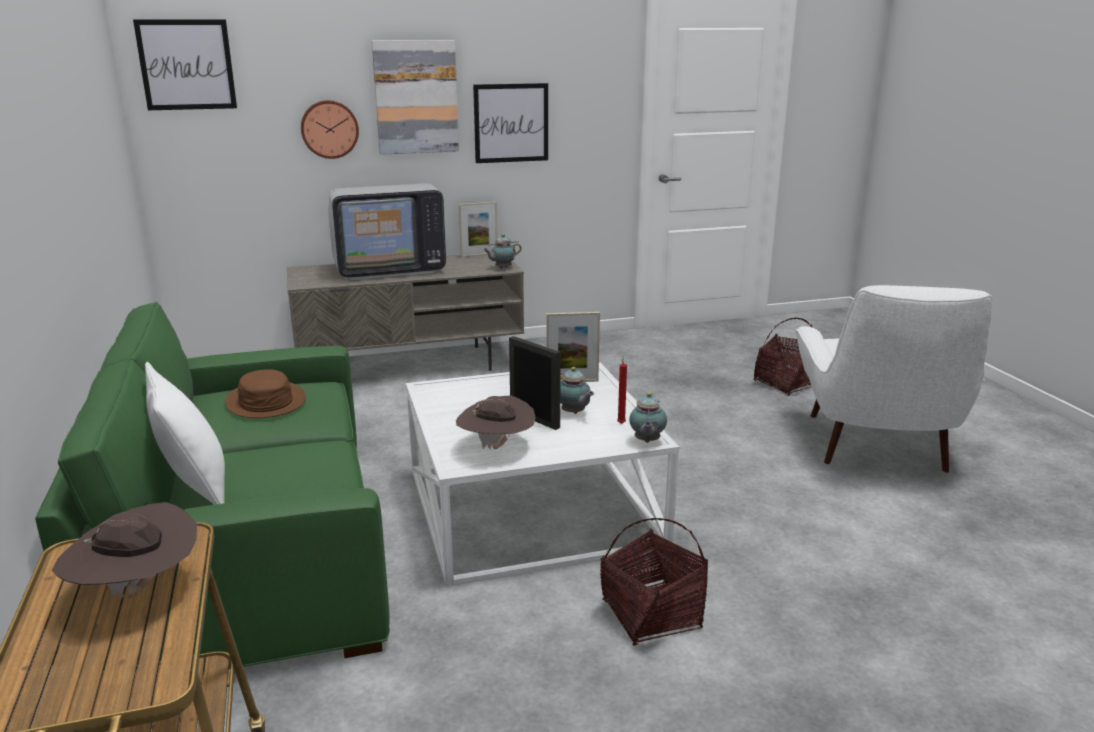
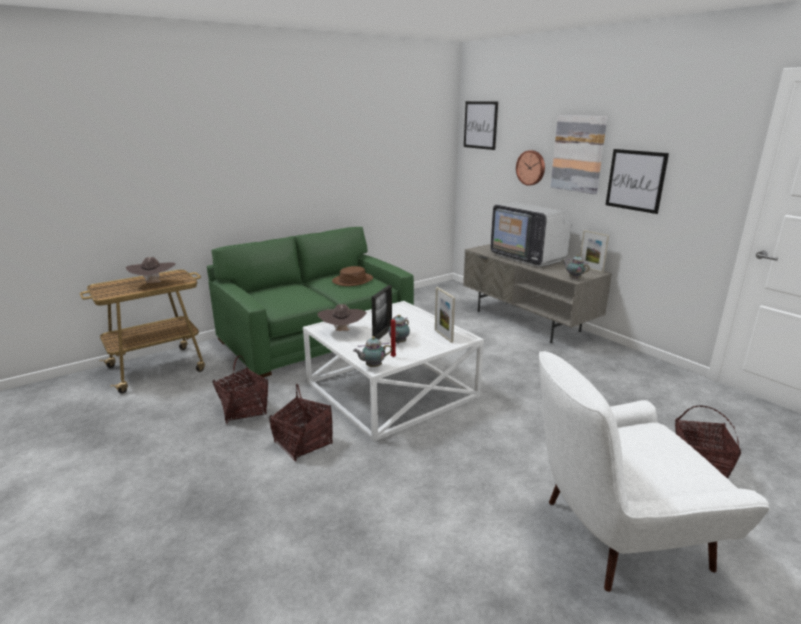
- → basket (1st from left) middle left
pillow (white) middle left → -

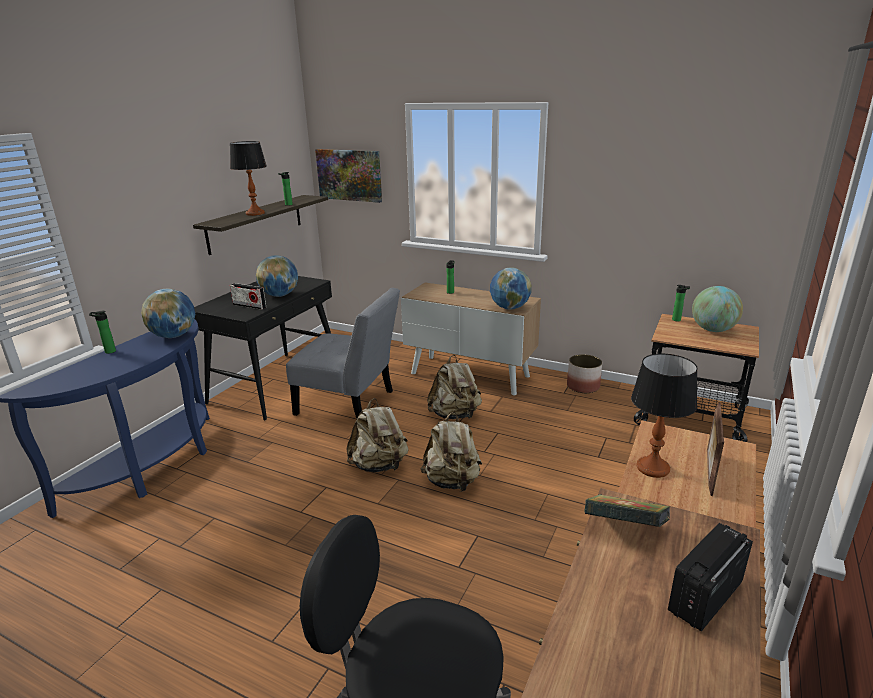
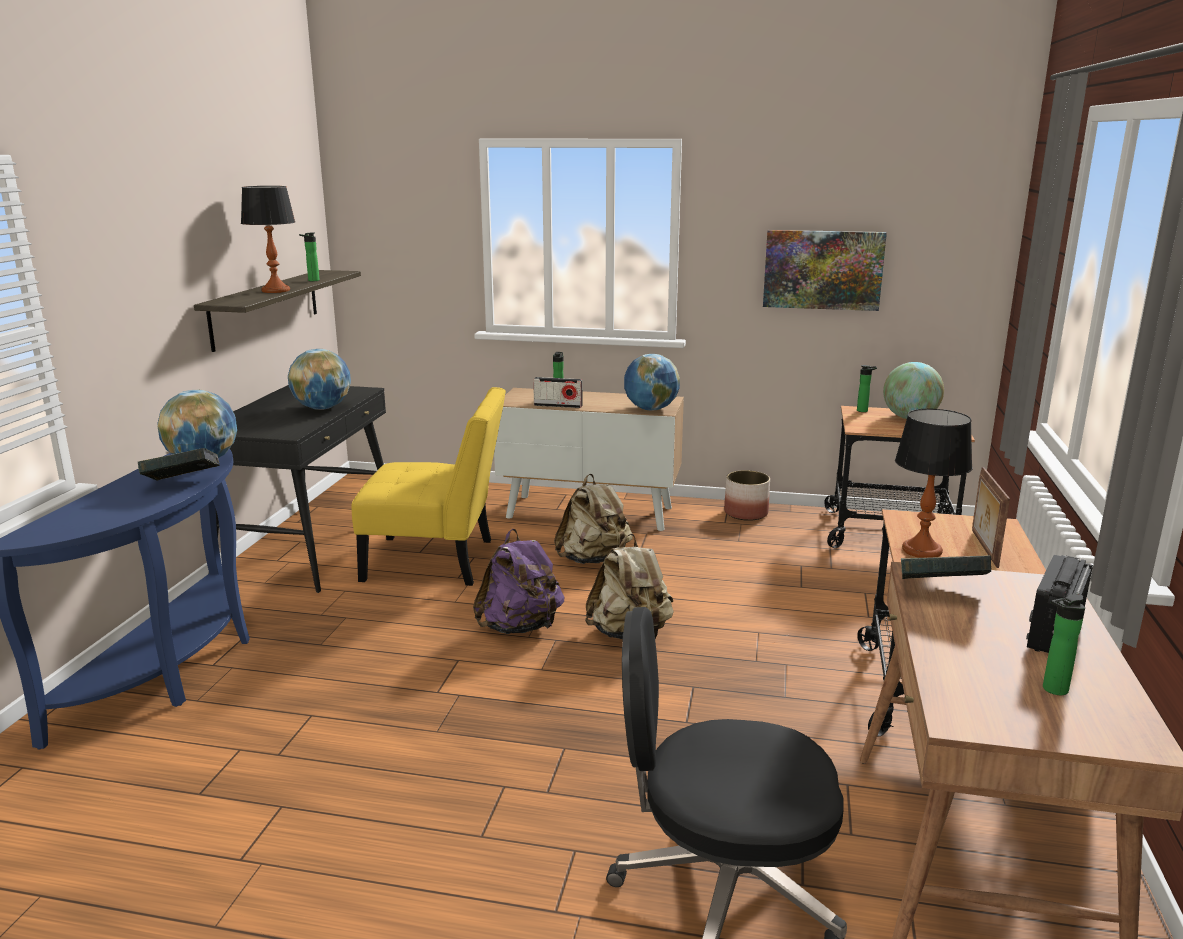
- → book (1st from left) middle left
chair (grey) centre → chair (yellow) centre
backpack (beige) (1st from left) centre → backpack (purple) centre
radio (1st from left) middle left → radio (1st from left) centre, moved
picture top centre → picture top right, moved
bottle (1st from left in the first image) middle left → bottle (4th from left) bottom right, moved

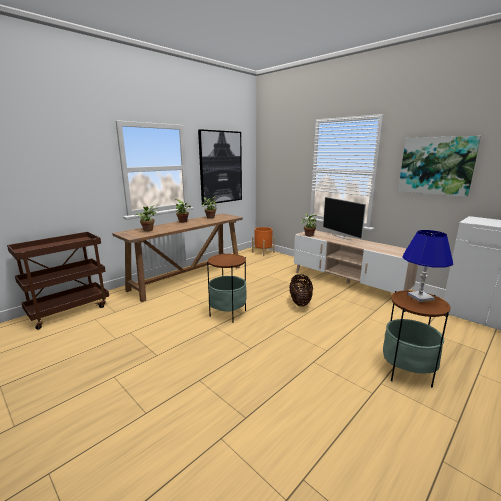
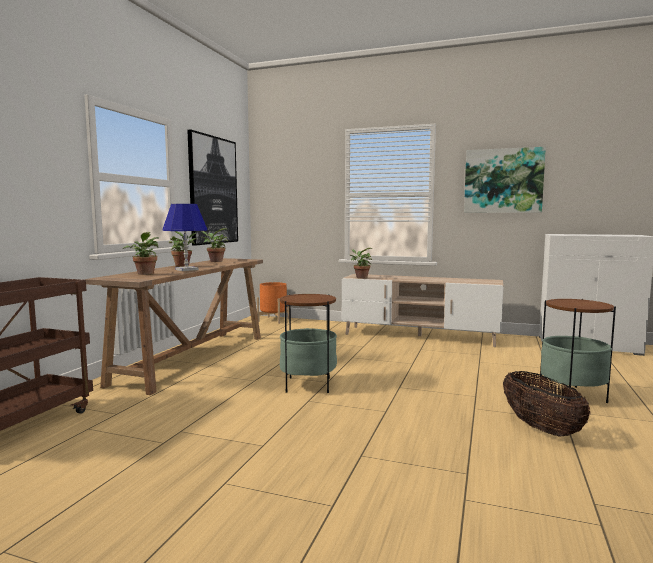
table lamp (blue) middle right → table lamp (blue) middle left, moved
basket centre → basket bottom right, moved
television middle right → -

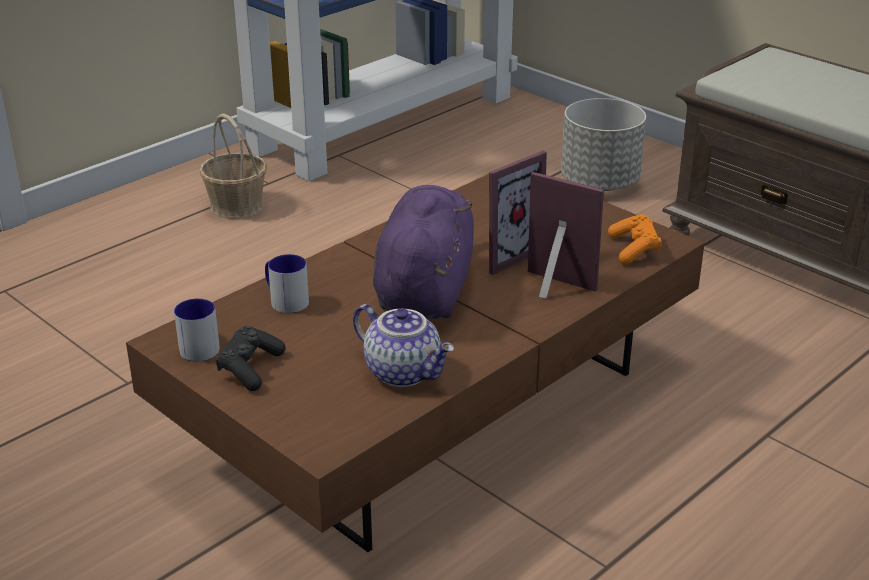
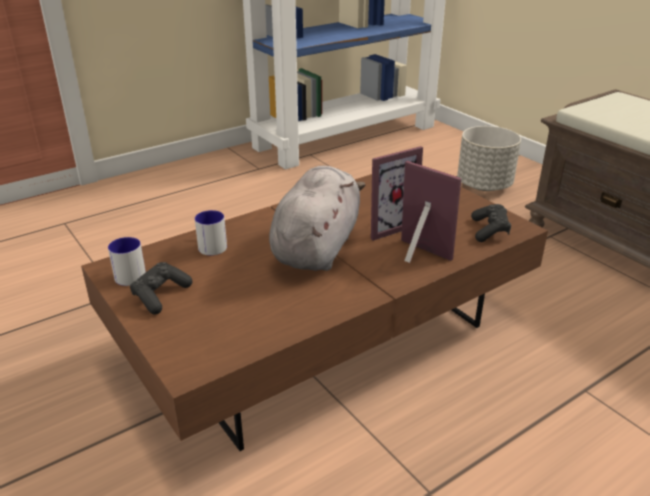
plush toy (purple) centre → plush toy (grey) centre
game controller (orange) middle right → game controller (black) (2nd from left) middle right
basket top left → -
teapot centre → -

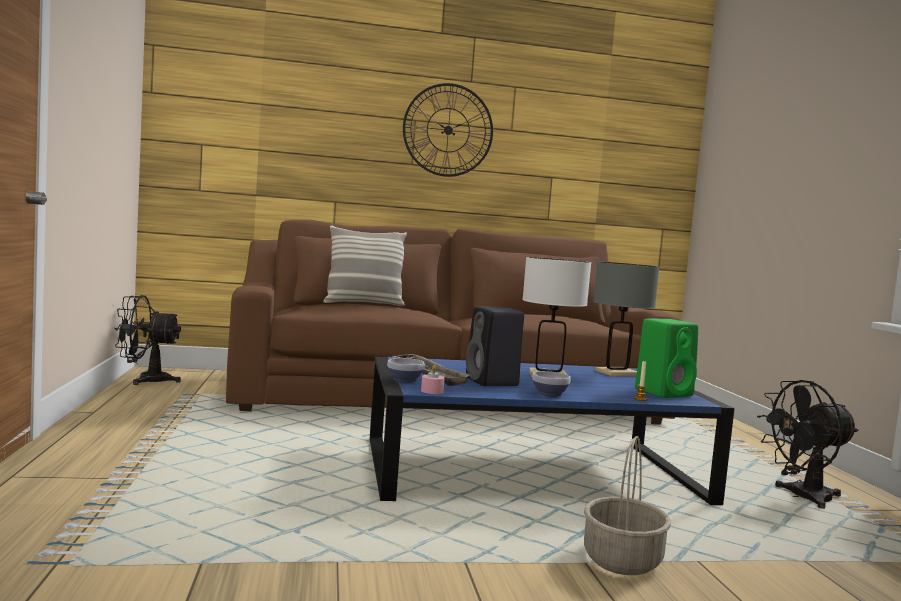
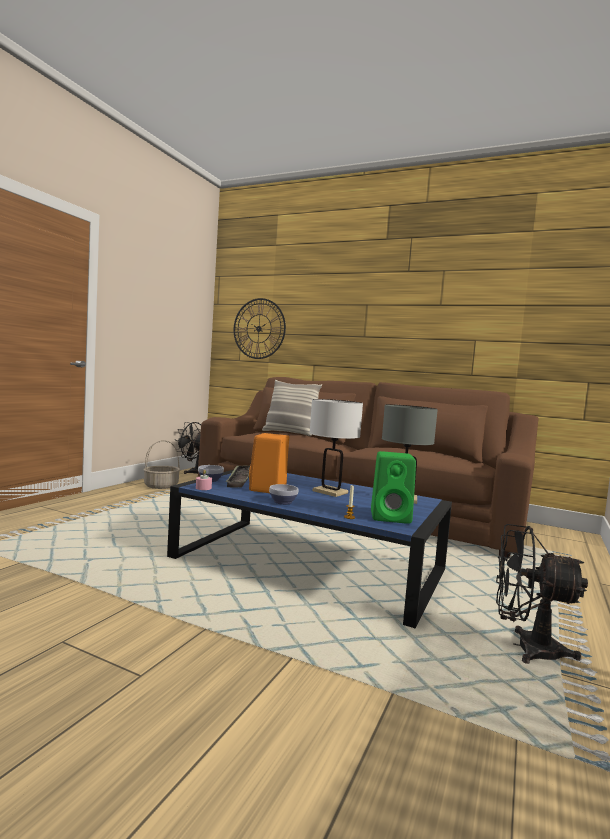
basket bottom right → basket middle left, moved
wall clock top centre → wall clock centre, moved
speaker (black) centre → speaker (orange) centre

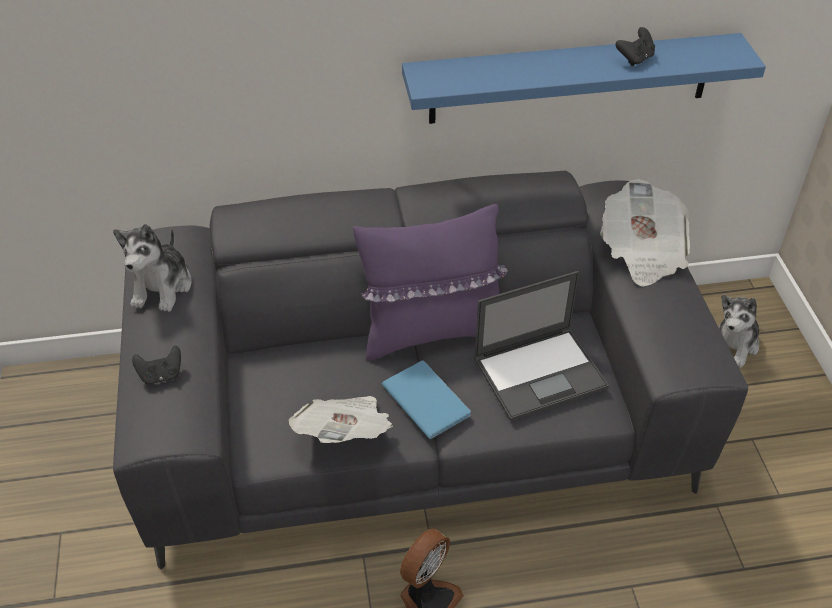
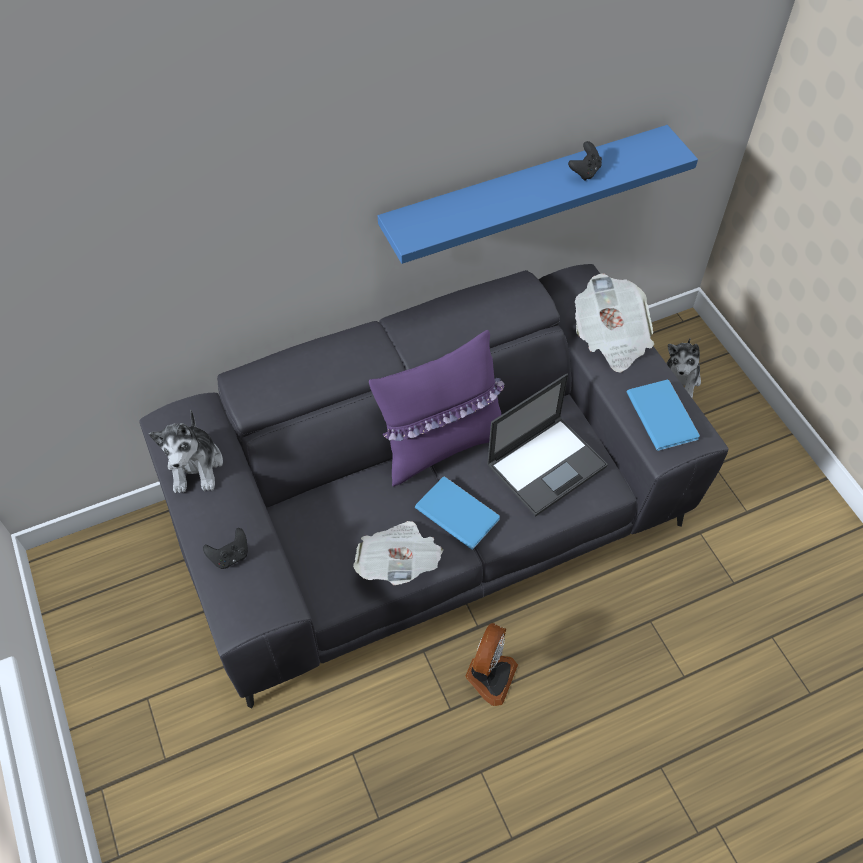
- → book (blue) (2nd from left) middle right

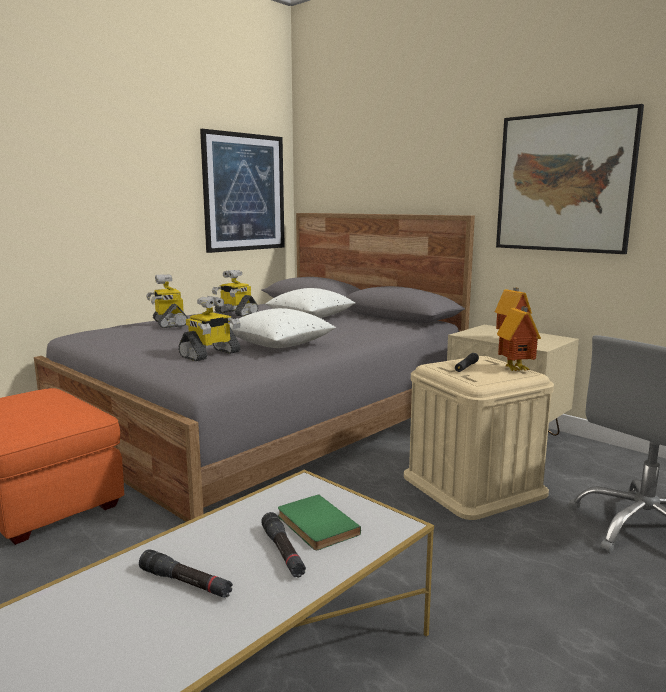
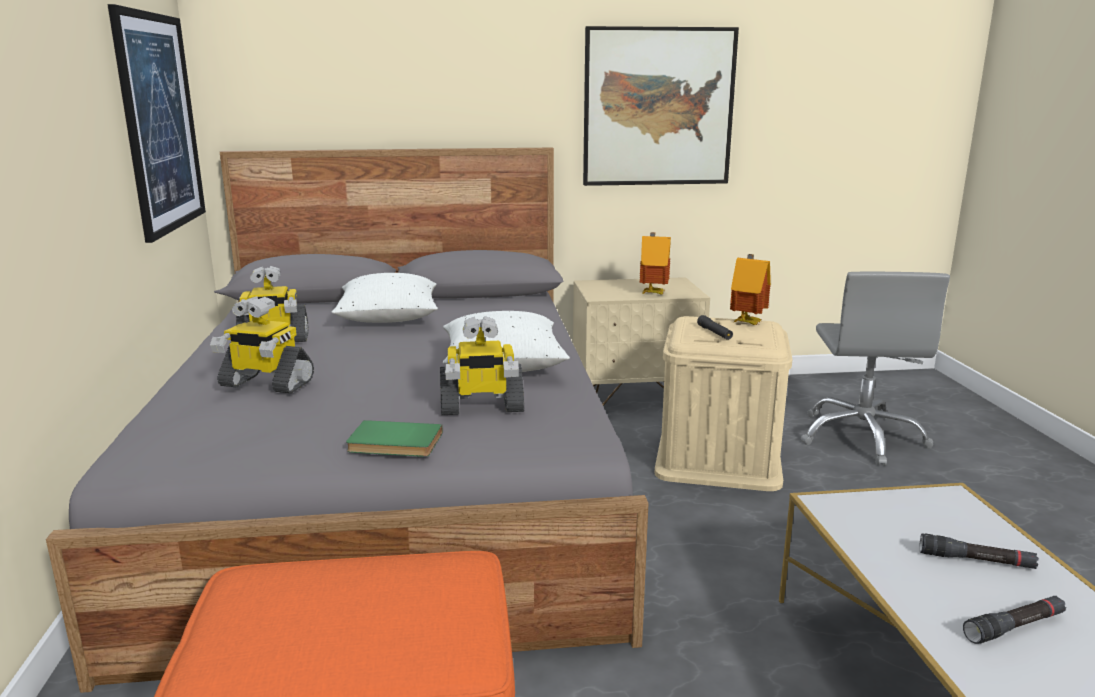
book (green) bottom centre → book (green) centre, moved
toy robot (2nd from left in the first image) middle left → toy robot (3rd from left) centre, 90 degrees clockwise

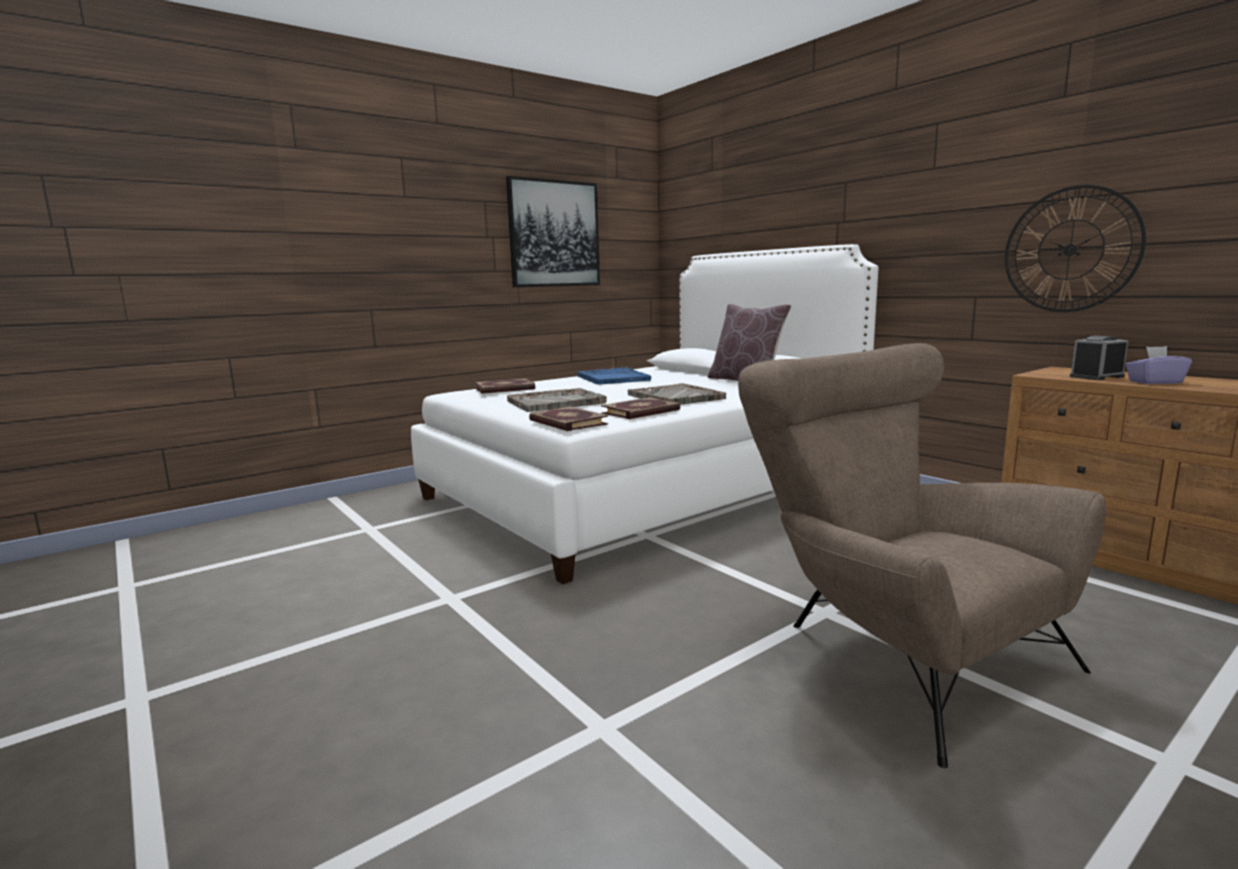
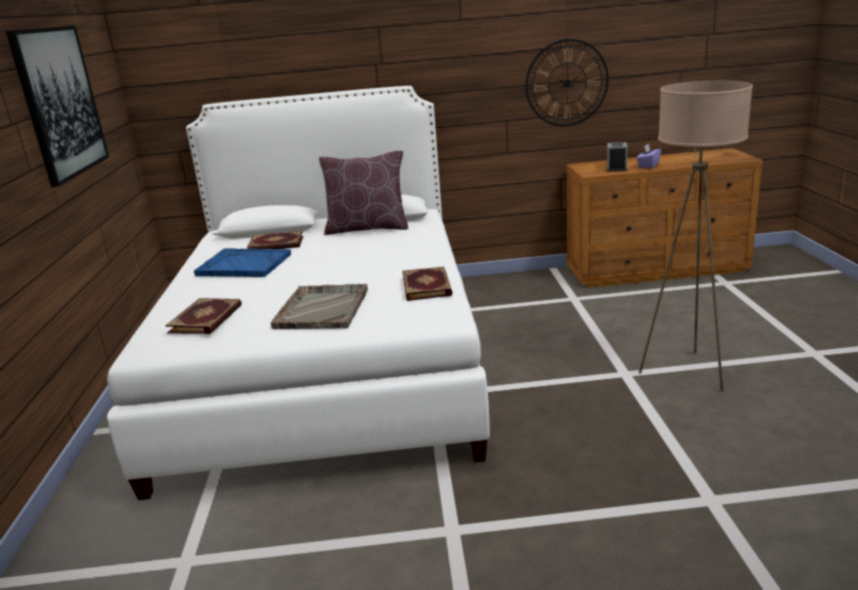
book (2nd from left) centre → book (2nd from left) middle left, moved
armchair (brown) middle right → floor lamp (beige) middle right
tray (grey) (2nd from left) centre → -

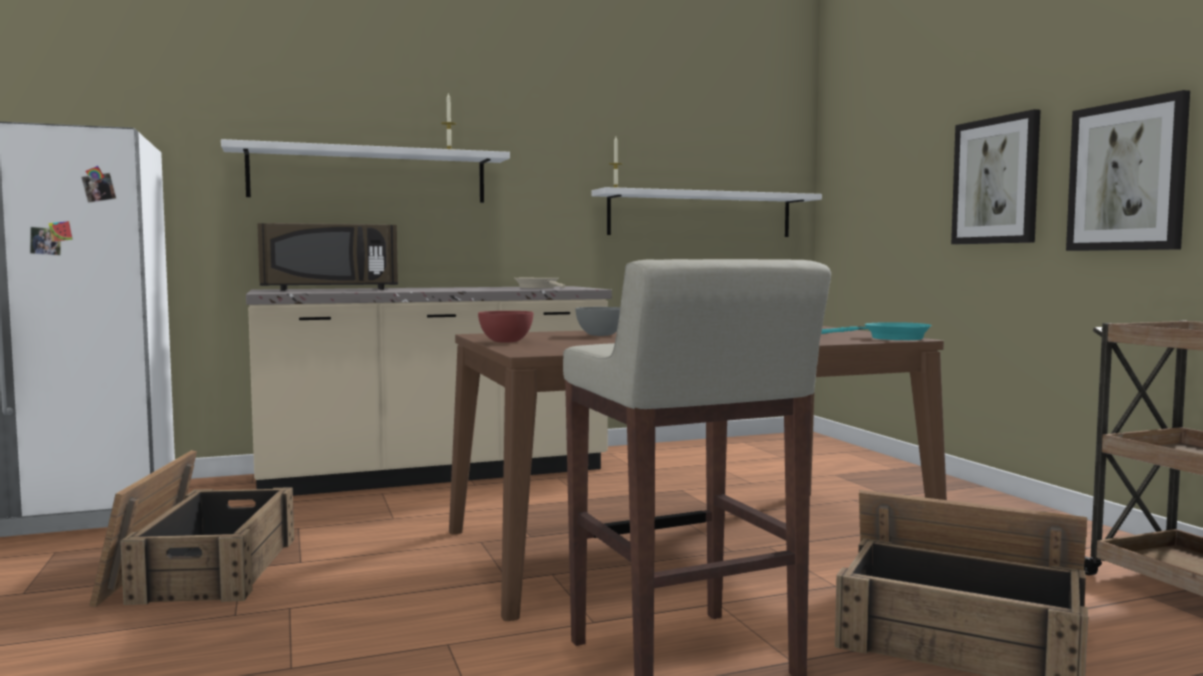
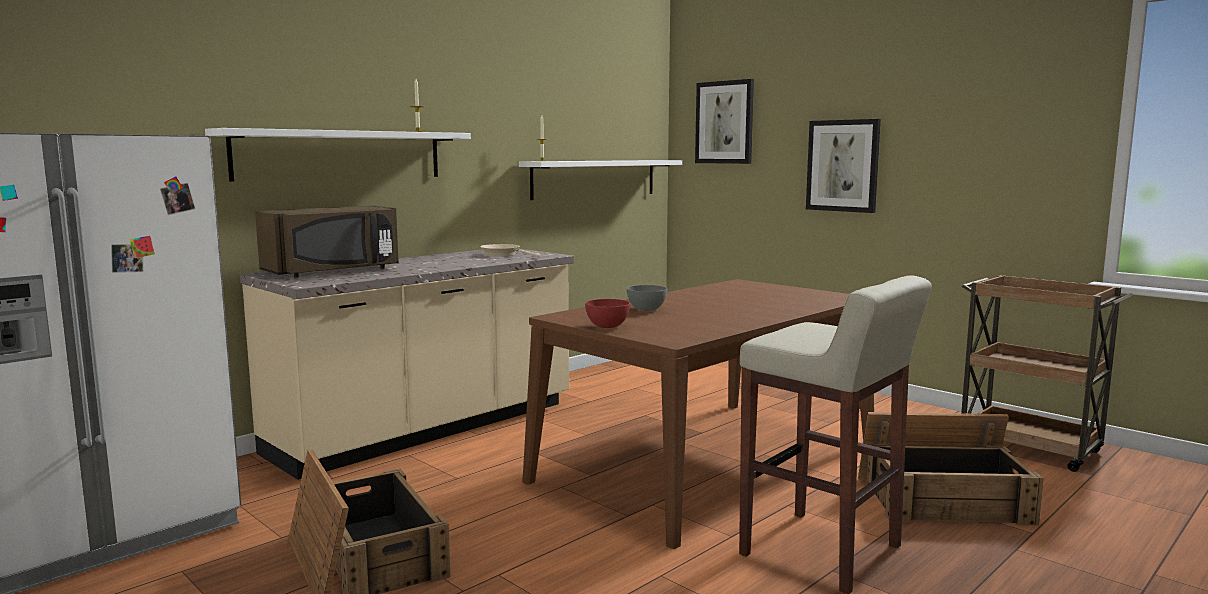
picture (2nd from left in the first image) top right → picture (1st from left) top centre, moved
frying pan (turquoise) middle right → -

